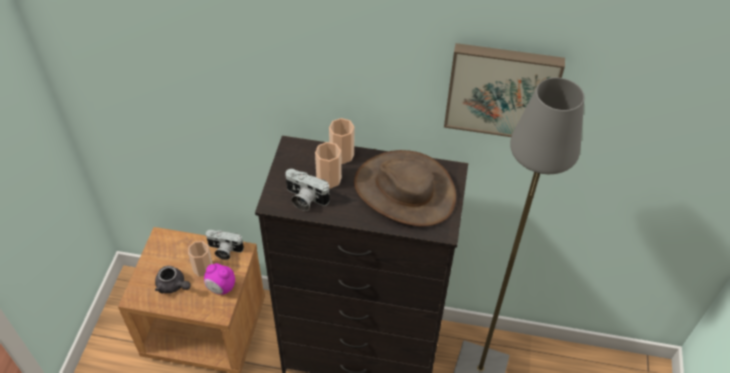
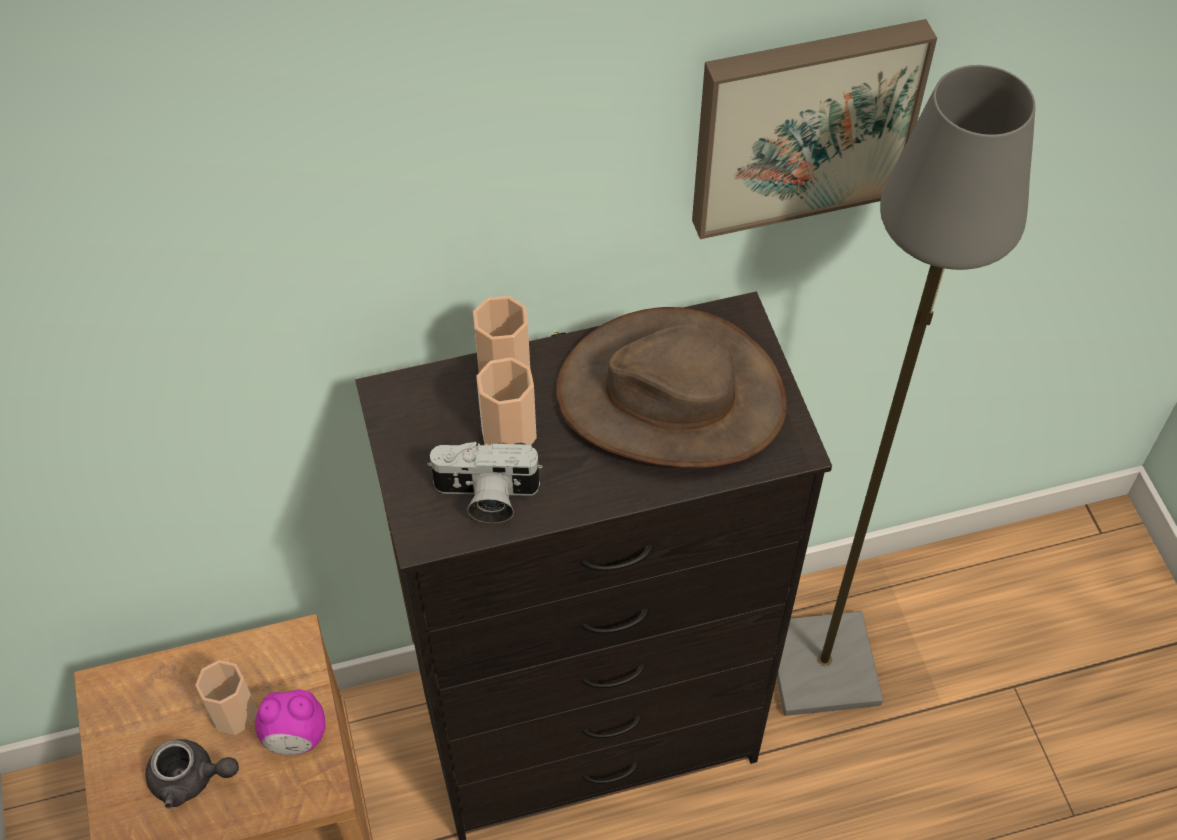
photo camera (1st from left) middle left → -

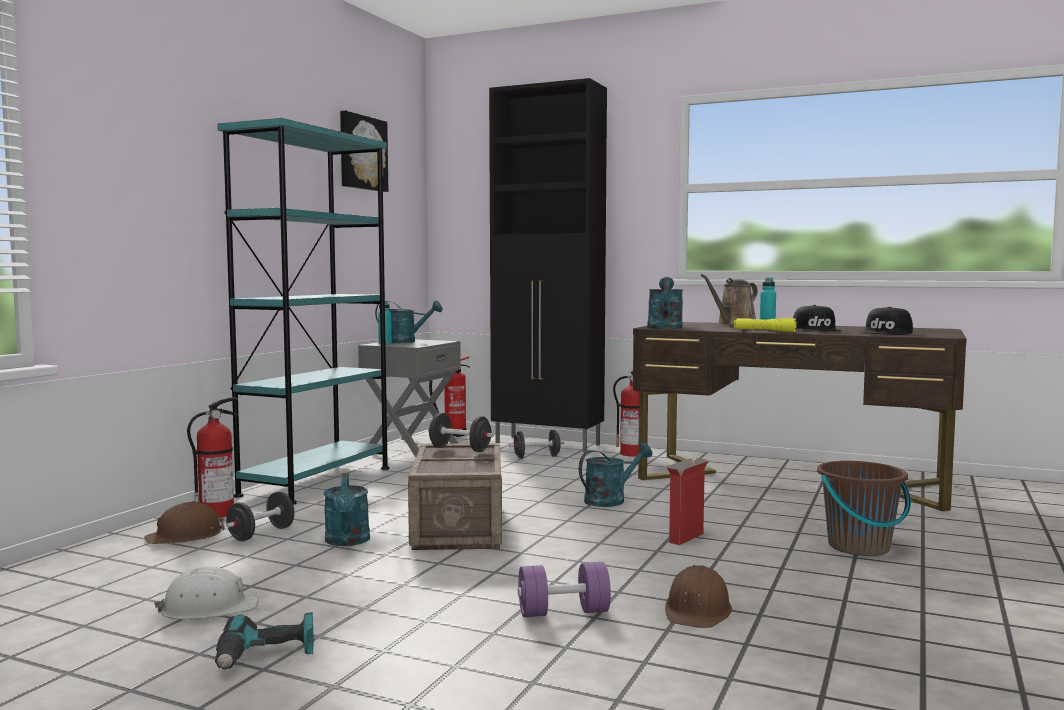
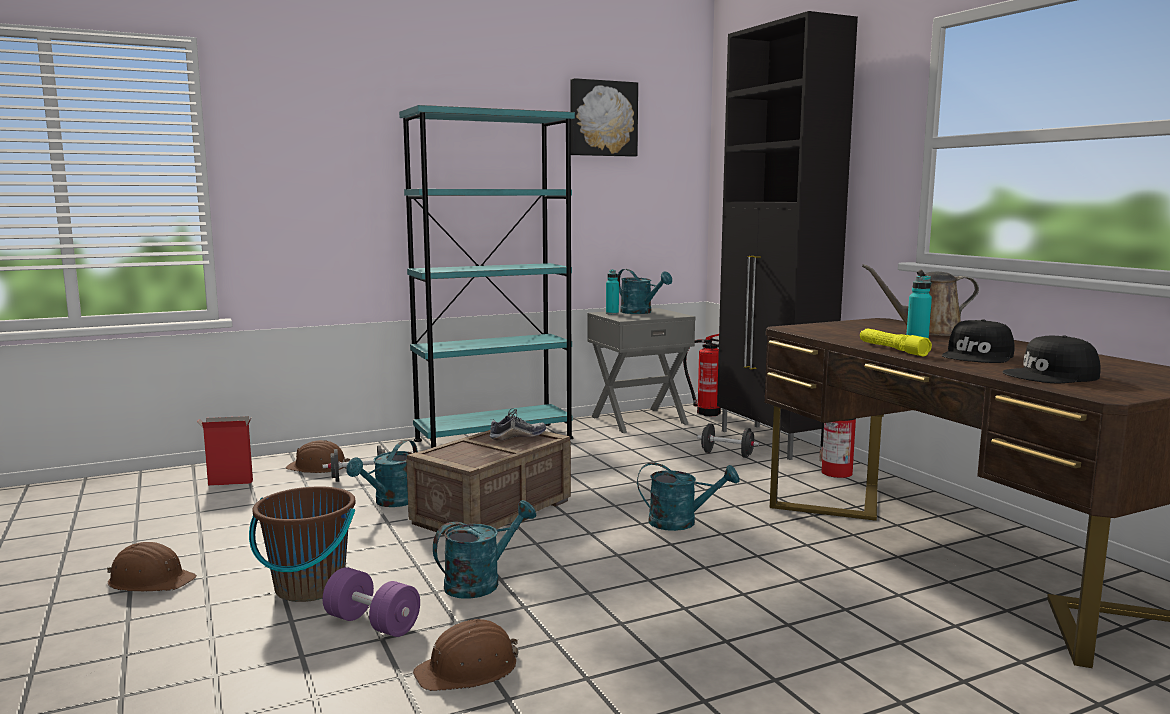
power drill bottom left → hard hat (brown) (1st from left) bottom left
cardboard box bottom centre → cardboard box middle left, moved
bucket (brown) bottom right → bucket (brown) bottom left, moved
watering can (turquoise) (4th from left in the first image) centre → watering can (turquoise) (2nd from left) bottom centre, moved
dumbbell (black) (2nd from left) centre → shoe centre
hard hat (white) bottom left → -
fire extinguisher (1st from left) middle left → -

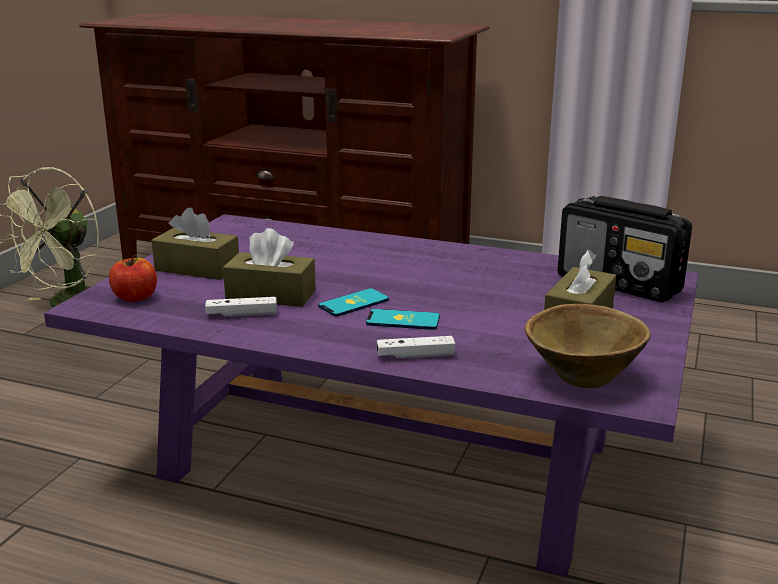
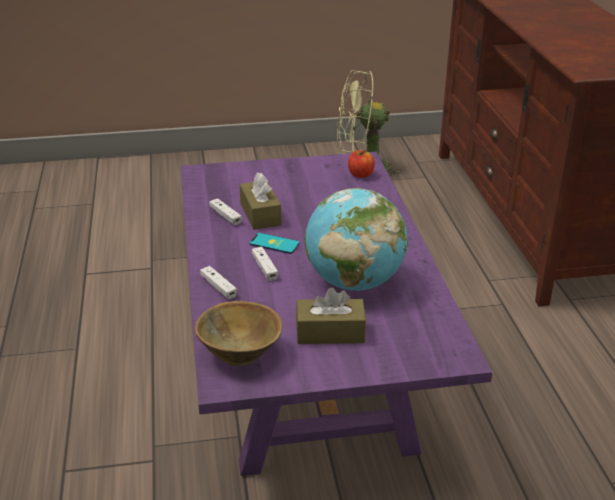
phone (2nd from left) centre → game controller (white) (3rd from left) centre
- → globe centre
apple middle left → apple top centre, moved
tissue box (brown) (1st from left) middle left → -
radio middle right → -

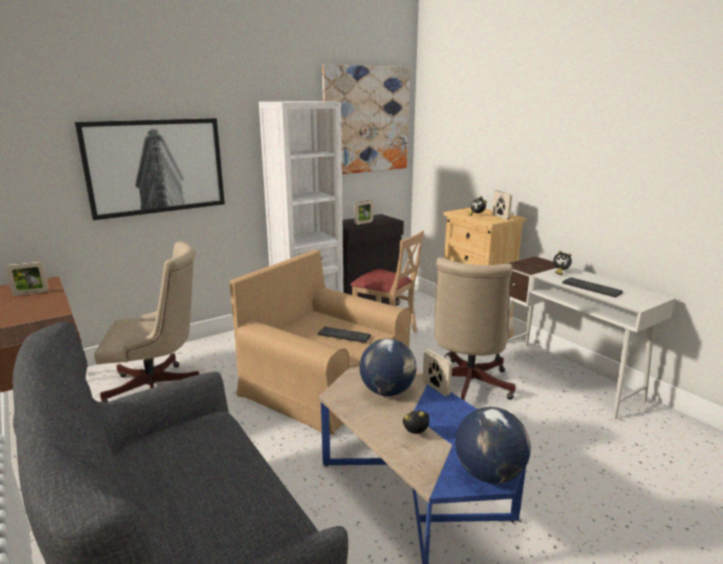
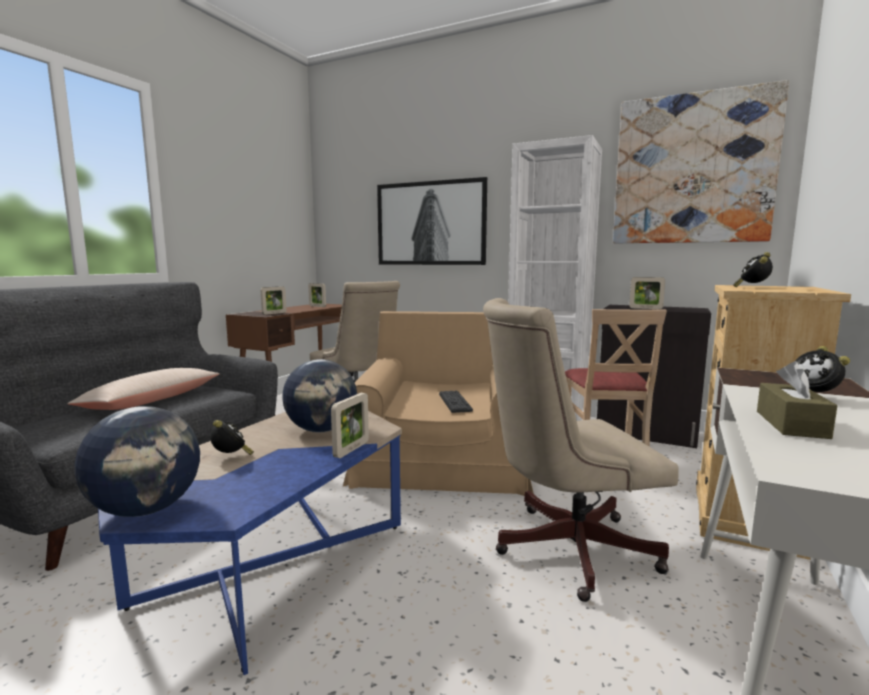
- → pillow (beige) middle left
picture frame (4th from left in the first image) middle right → picture frame (1st from left) middle left, moved
keyboard (2nd from left) middle right → tissue box (brown) middle right

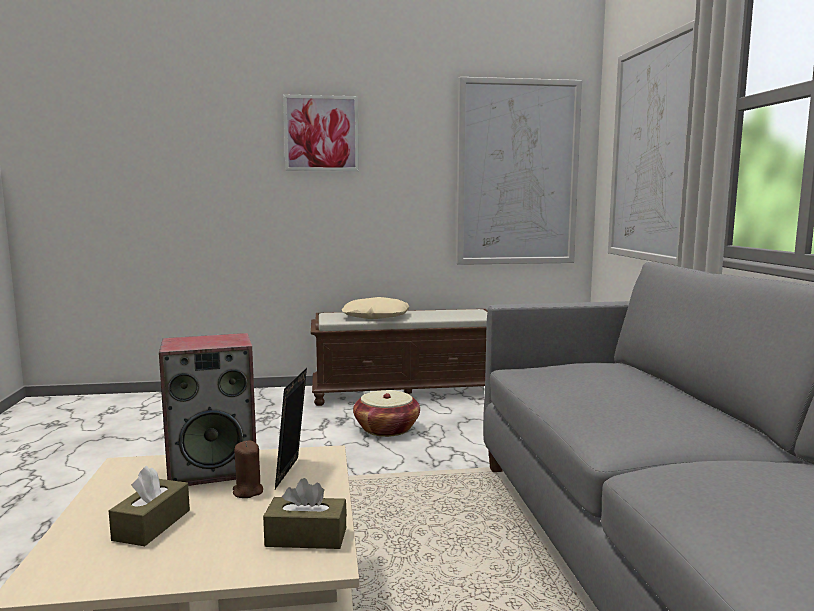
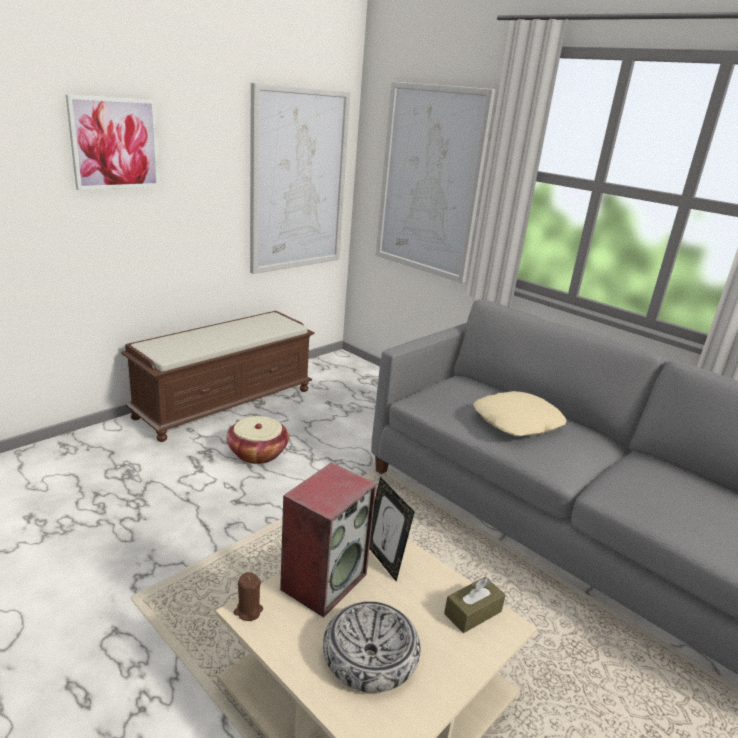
candle (brown) bottom left → candle (brown) bottom centre, moved
tissue box (brown) (1st from left) bottom left → bowl bottom centre
pillow (beige) centre → pillow (beige) middle right, moved

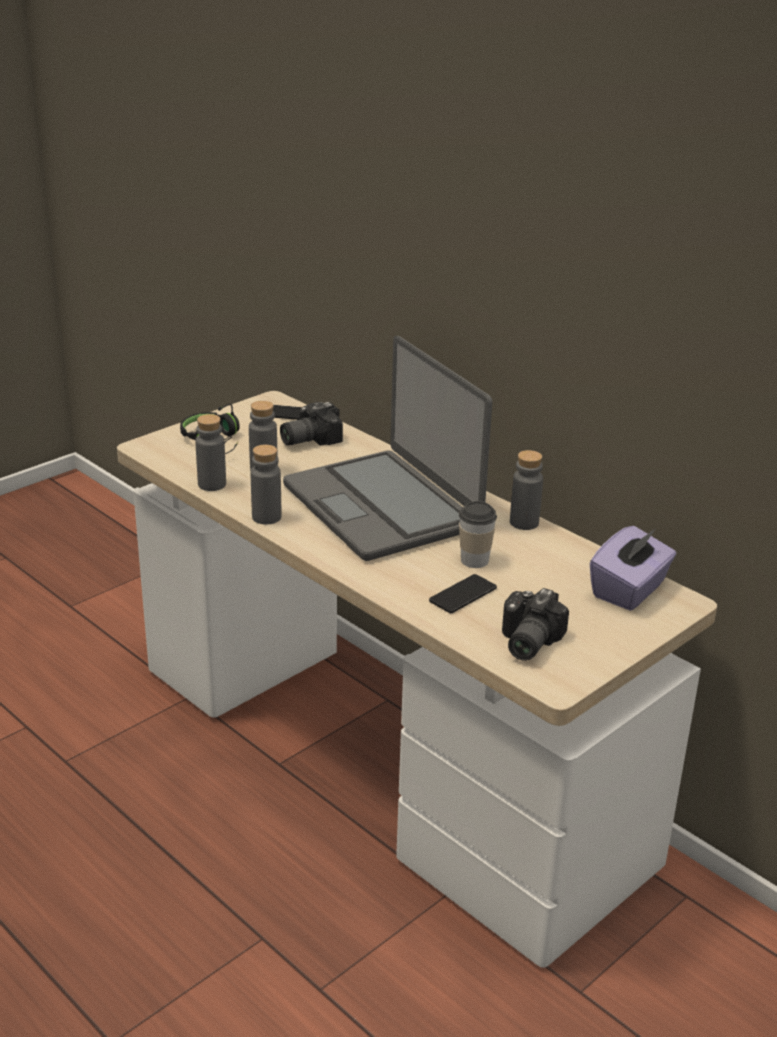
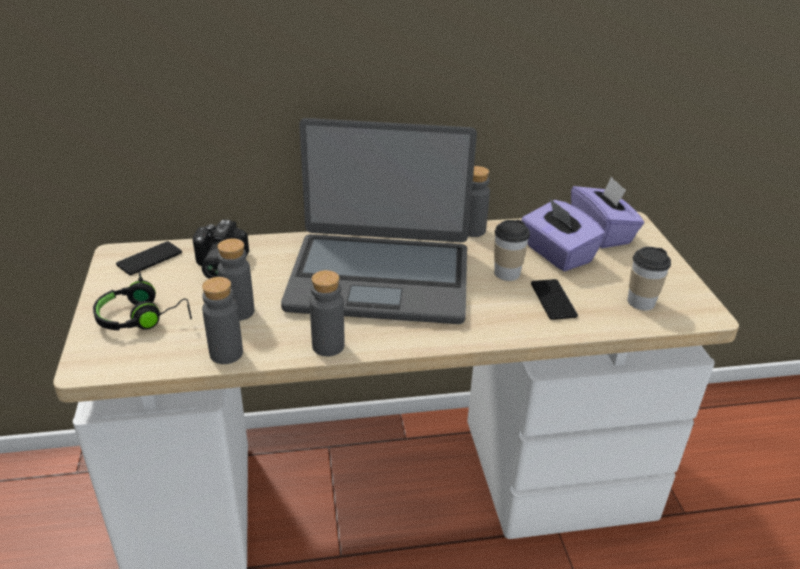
- → tissue box (purple) (1st from left) middle right
photo camera (2nd from left) middle right → cup (2nd from left) middle right

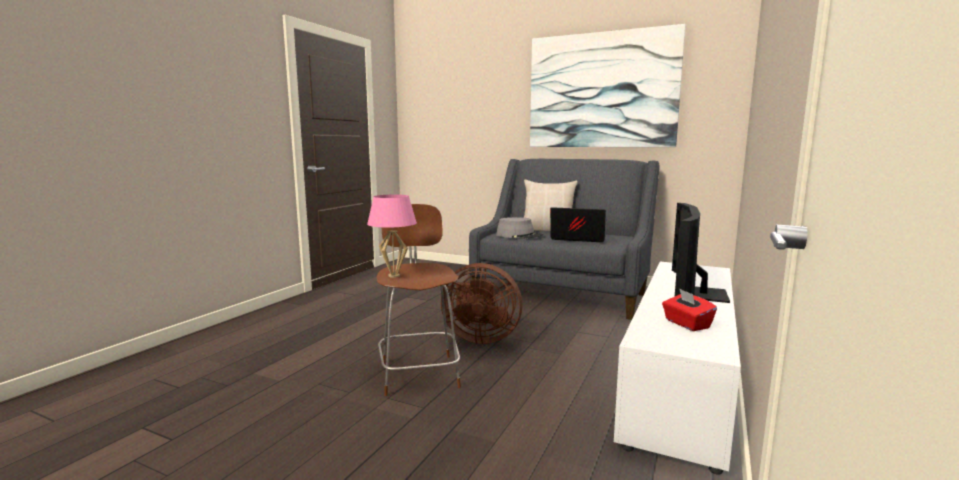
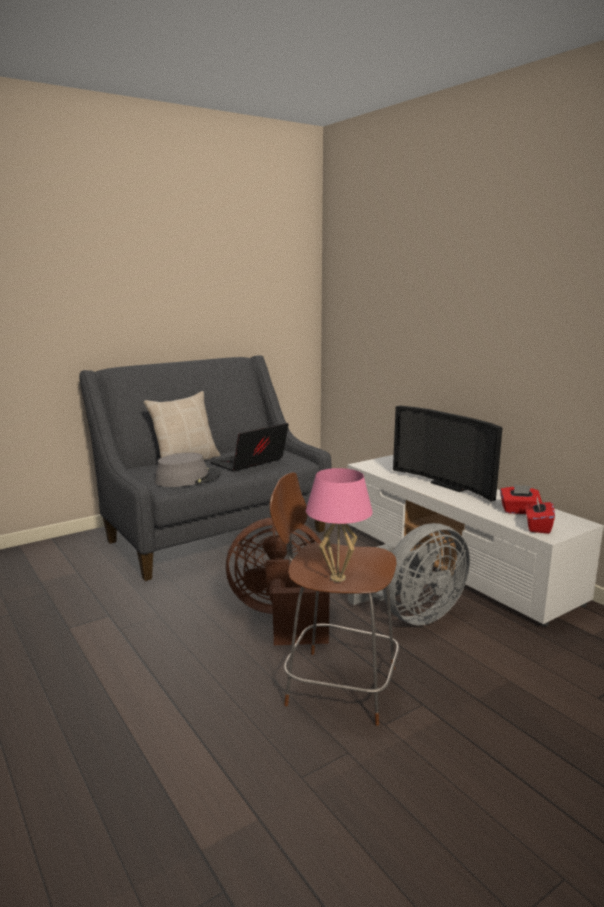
fan (brown) centre, 135 degrees counterclockwise
- → fan (grey) middle right
- → tissue box (red) (2nd from left) middle right
picture top centre → -

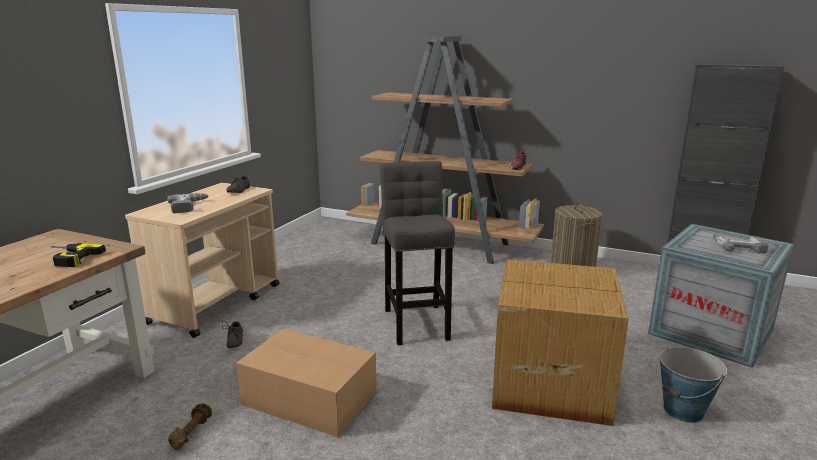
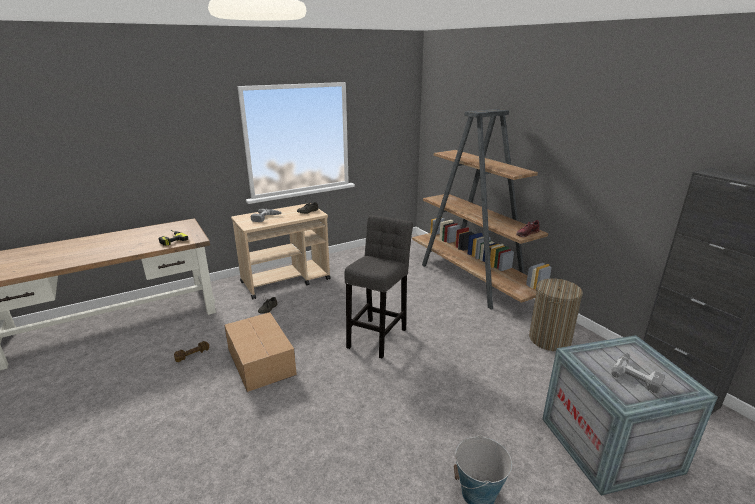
cardboard box (2nd from left) bottom right → -

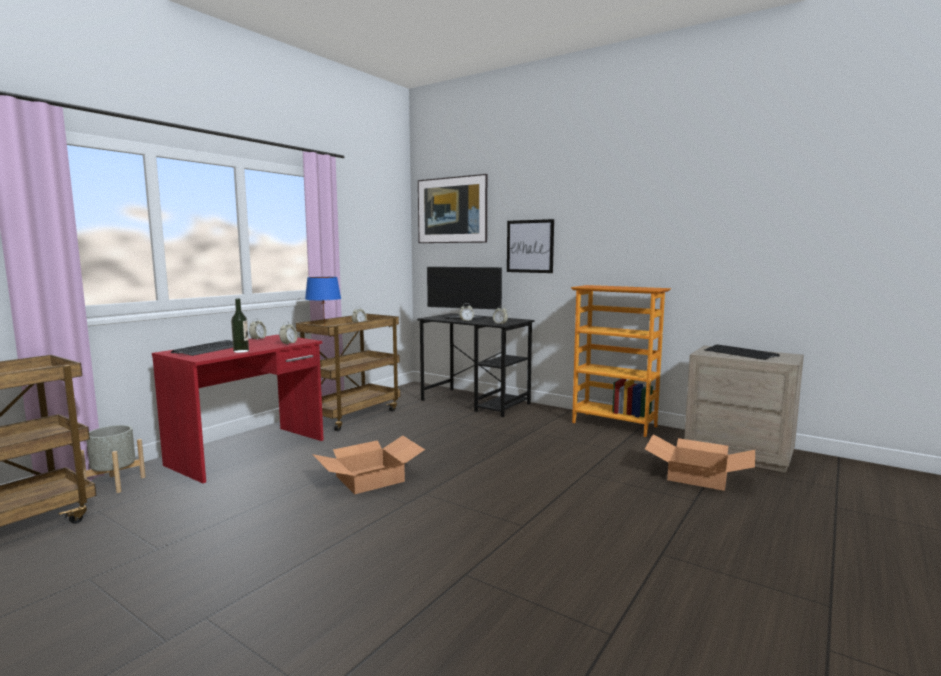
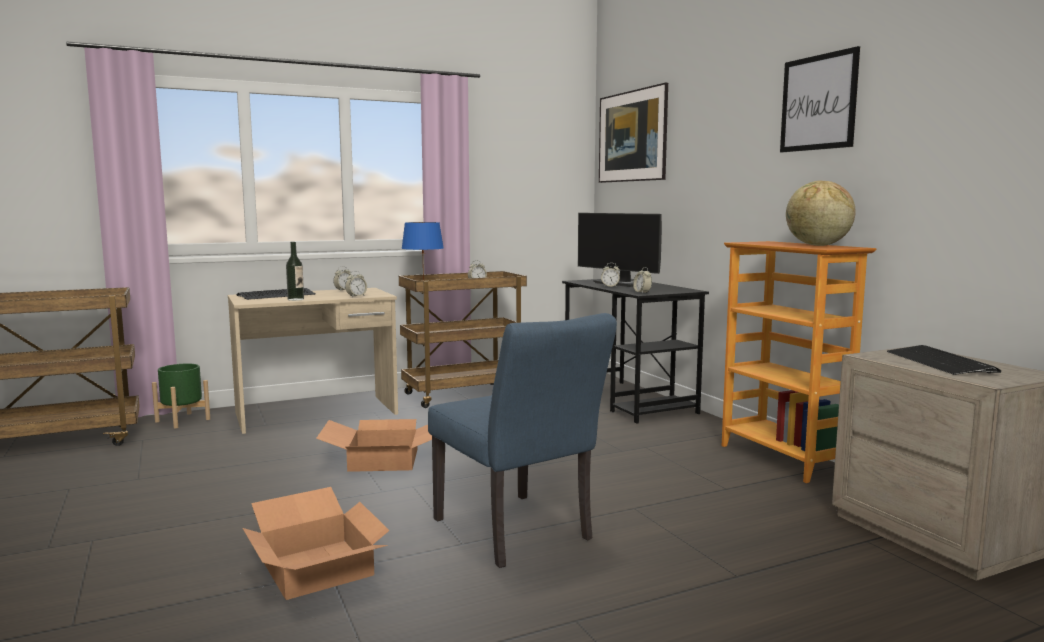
planter (grey) bottom left → planter (green) middle left
desk (red) middle left → desk (beige) middle left
cardboard box (2nd from left in the first image) bottom right → cardboard box (1st from left) bottom left, moved
- → chair (blue) bottom centre
picture (2nd from left) centre → picture (2nd from left) top right, moved
- → globe top right

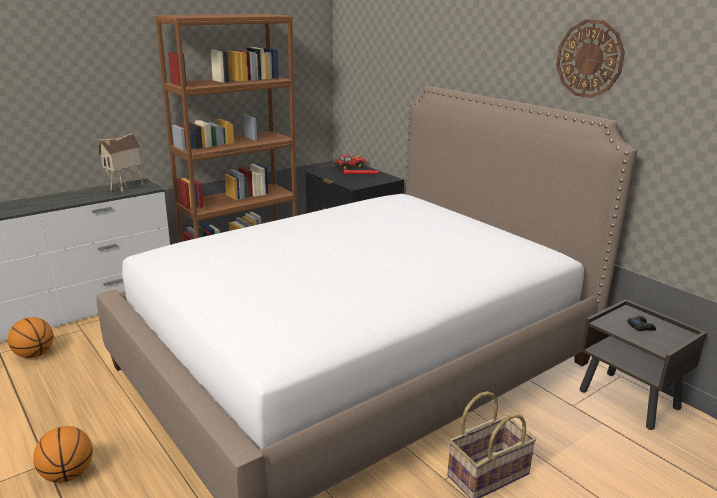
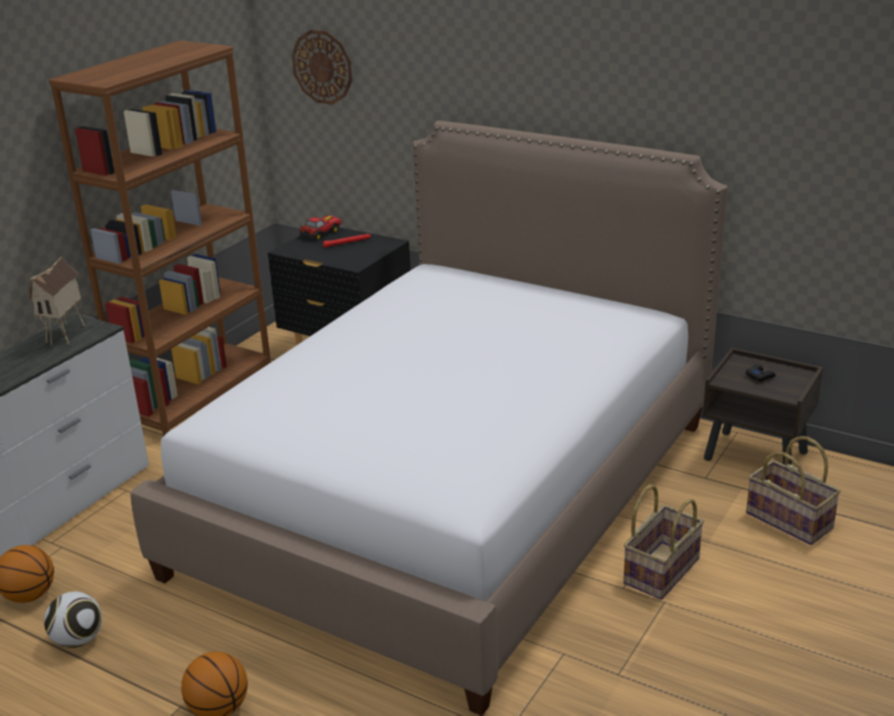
- → football bottom left
wall clock top right → wall clock top centre, moved
- → basket (2nd from left) bottom right

